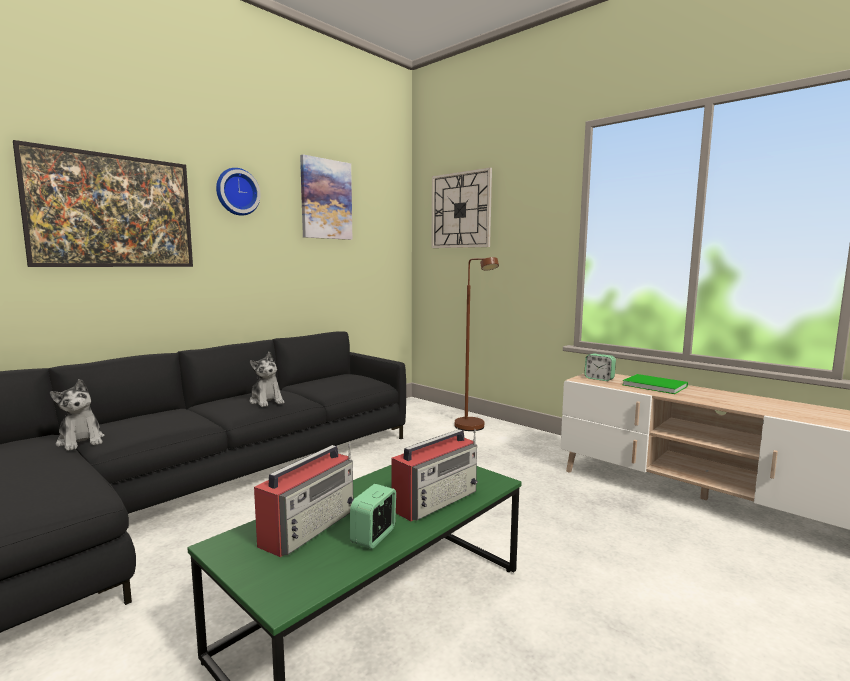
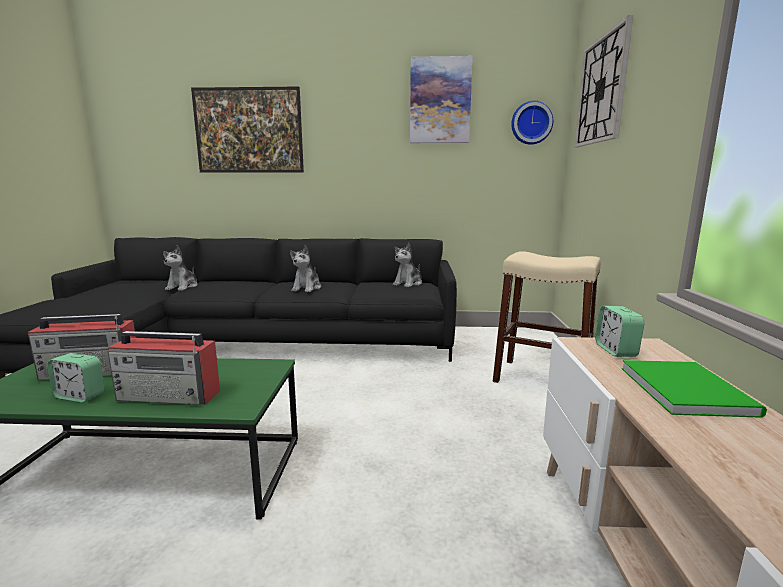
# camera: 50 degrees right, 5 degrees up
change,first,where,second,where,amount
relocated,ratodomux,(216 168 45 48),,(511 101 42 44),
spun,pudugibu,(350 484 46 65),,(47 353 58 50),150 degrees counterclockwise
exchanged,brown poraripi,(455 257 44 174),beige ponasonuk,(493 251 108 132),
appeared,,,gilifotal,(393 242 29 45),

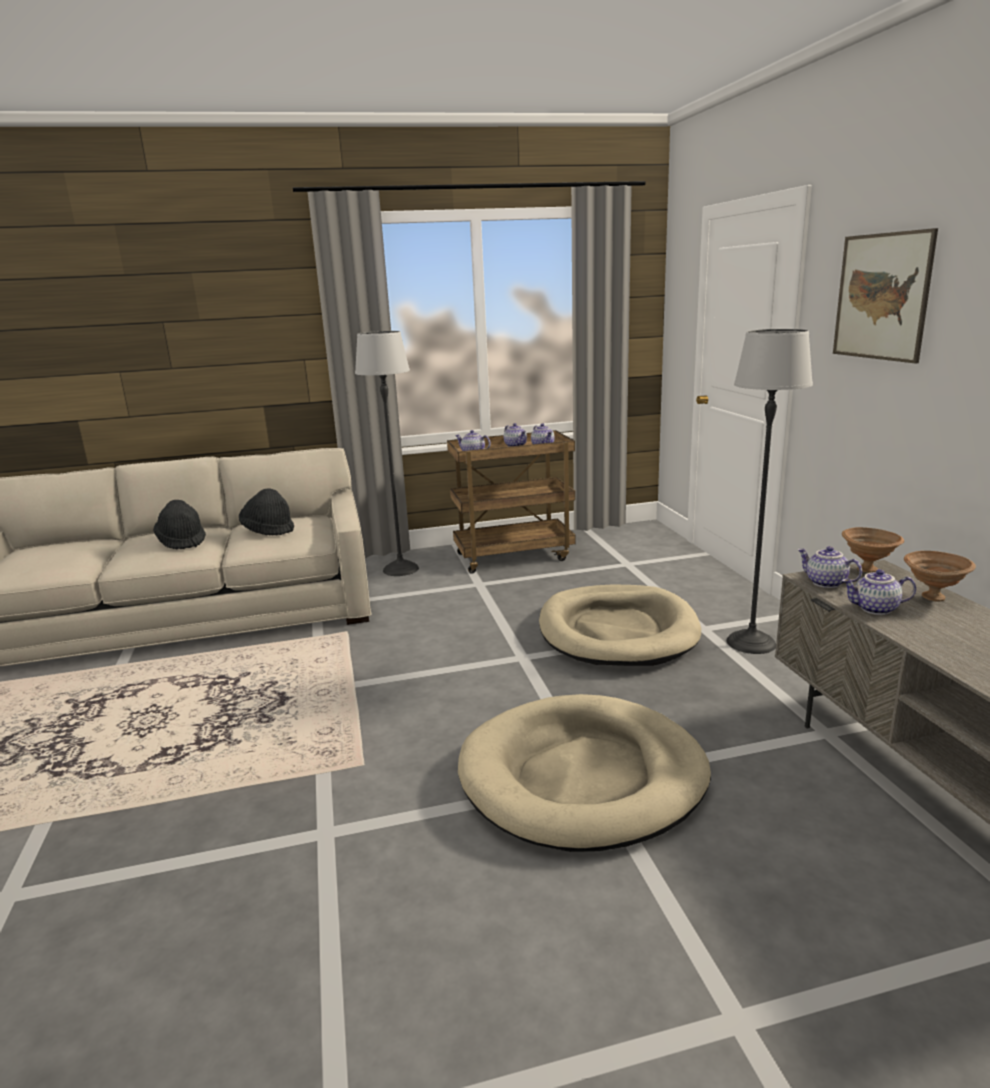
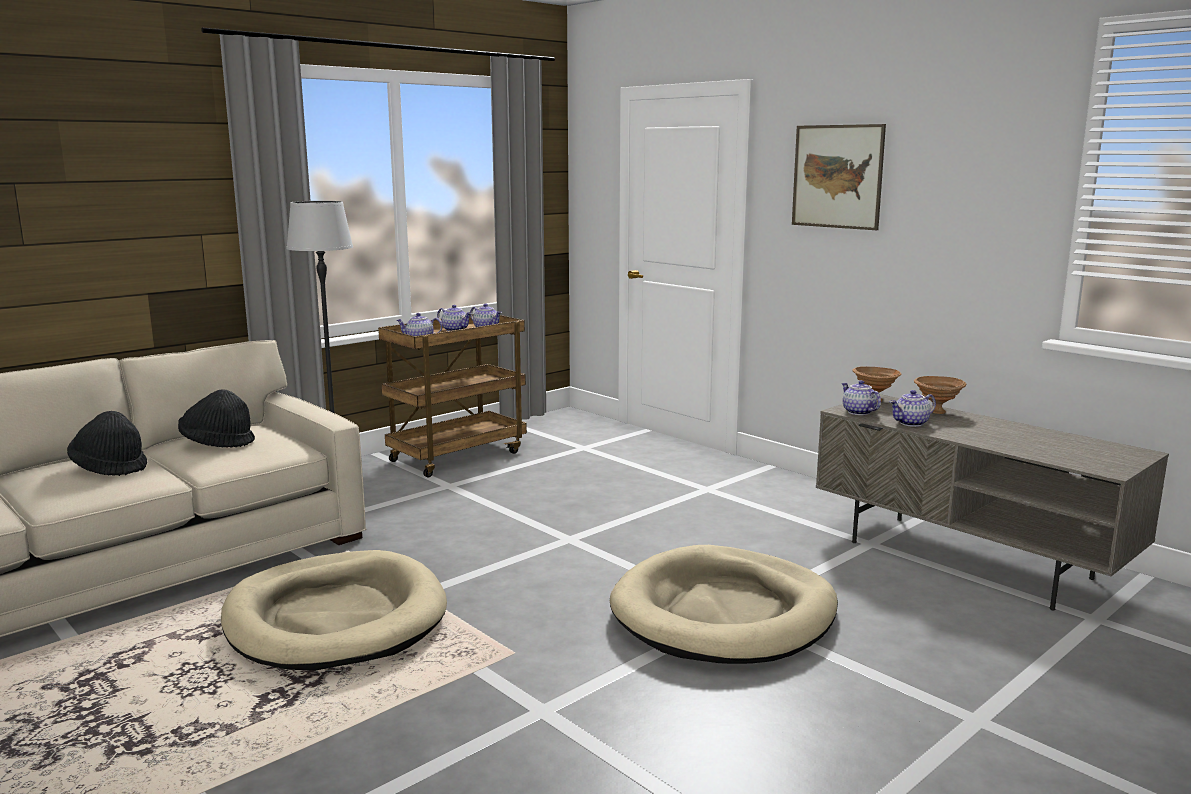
# camera: 30 degrees left, 5 degrees down
change,first,where,second,where,amount
relocated,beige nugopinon,(539 584 162 82),,(221 550 226 120),
missing,poraripi,(727 329 86 325),,,
spun,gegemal,(797 546 65 42),,(841 380 40 35),45 degrees clockwise

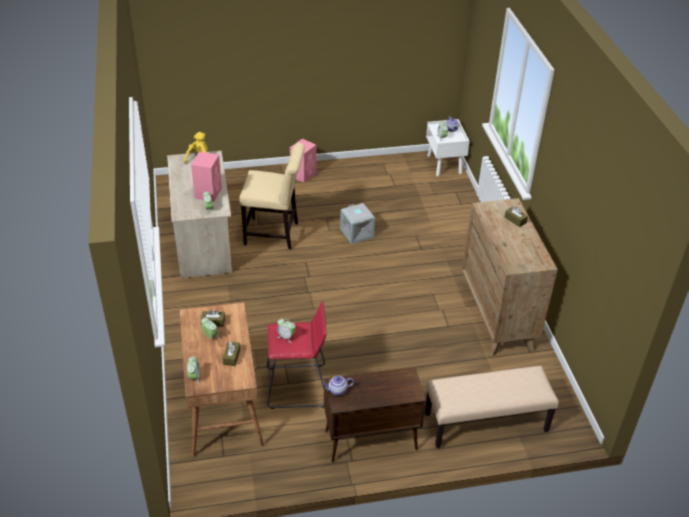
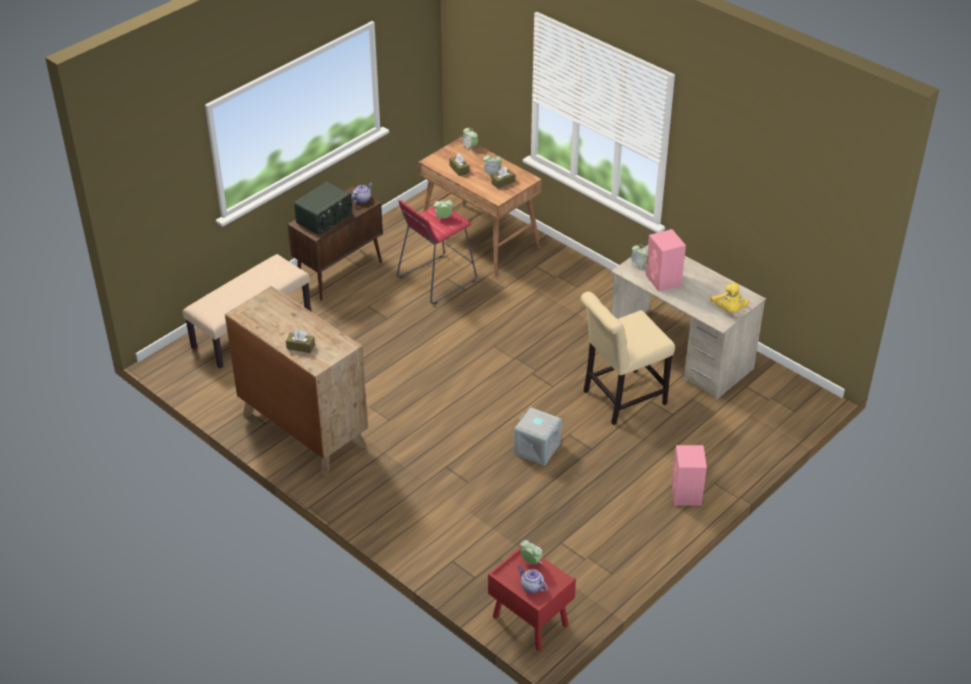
# camera: 145 degrees right, 0 degrees up
change,first,where,second,where,amount
colour,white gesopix,(426 119 44 57),red gesopix,(488 547 88 104),
appeared,,,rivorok,(294 182 59 54),

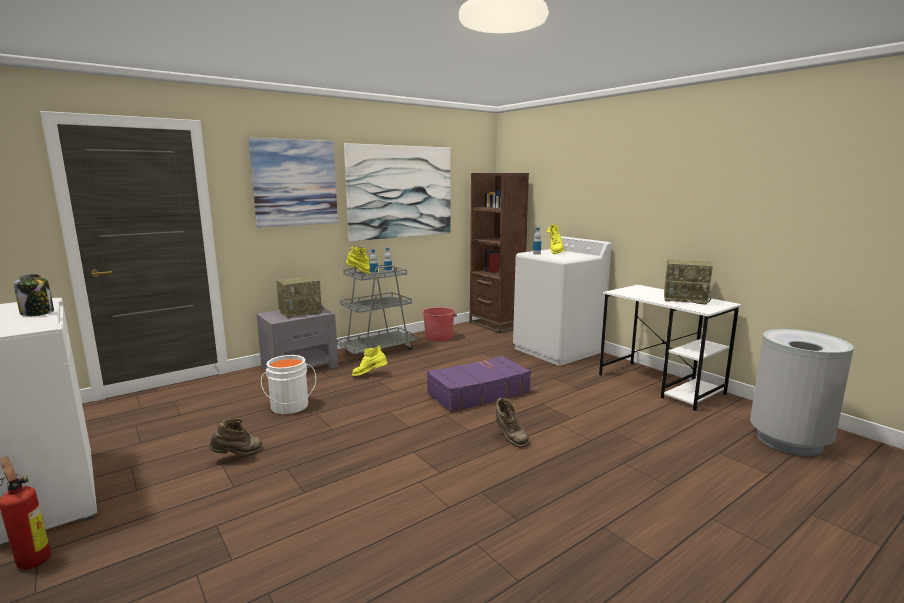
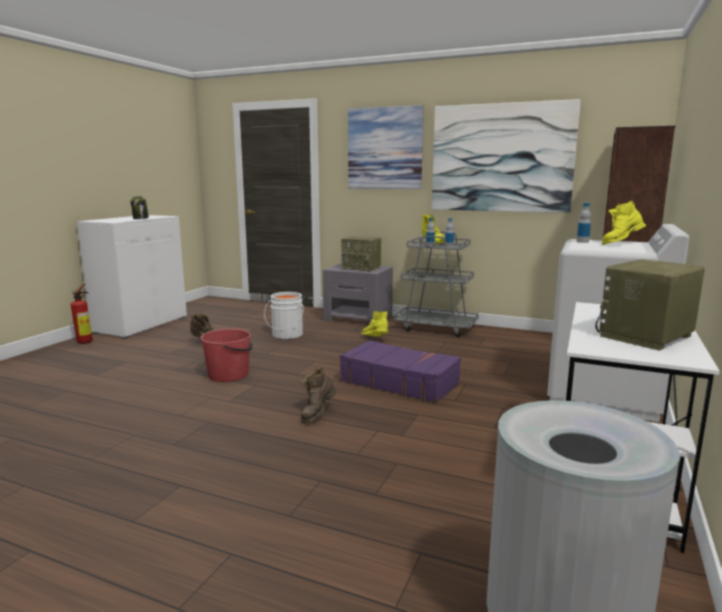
# camera: 60 degrees right, 0 degrees up
change,first,where,second,where,amount
relocated,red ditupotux,(422 307 35 34),,(200 329 53 53),
spun,rivorok,(664 259 49 46),,(595 259 110 92),60 degrees clockwise

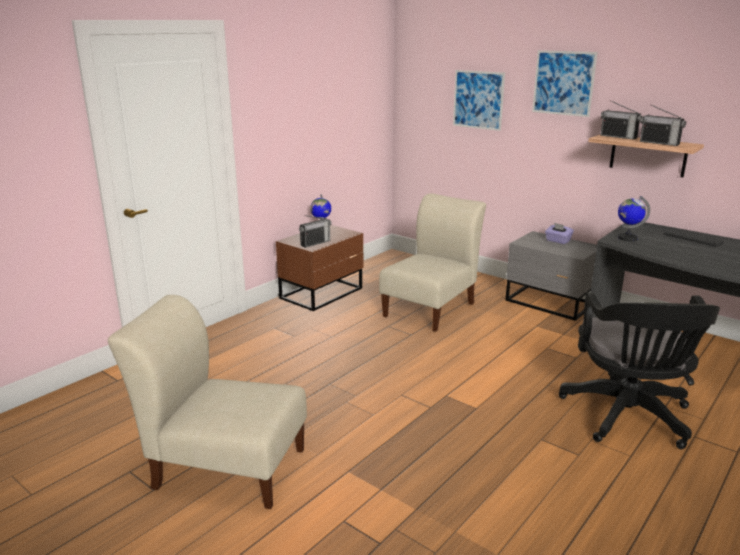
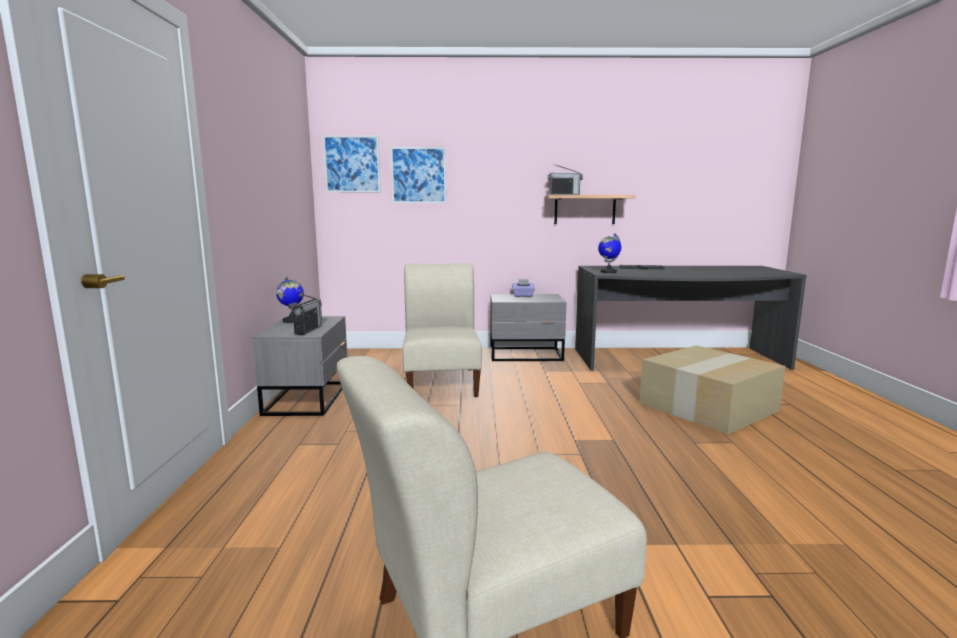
# camera: 40 degrees left, 10 degrees down
change,first,where,second,where,amount
colour,brown gesopix,(276 225 87 86),grey gesopix,(252 316 95 100),
relocated,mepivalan,(532 50 65 67),,(323 136 58 56),
exchanged,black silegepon,(559 292 161 157),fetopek,(640 345 145 90),
missing,rivorok,(640 106 46 40),,,

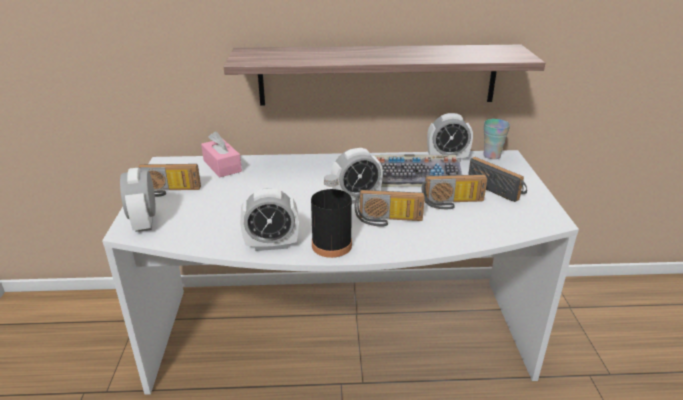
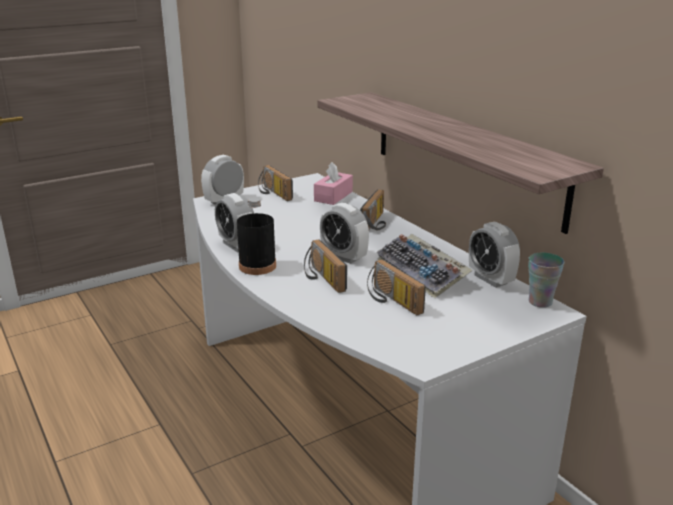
# camera: 60 degrees right, 5 degrees down
change,first,where,second,where,amount
relocated,rivorok,(468 157 59 45),,(360 189 26 41),

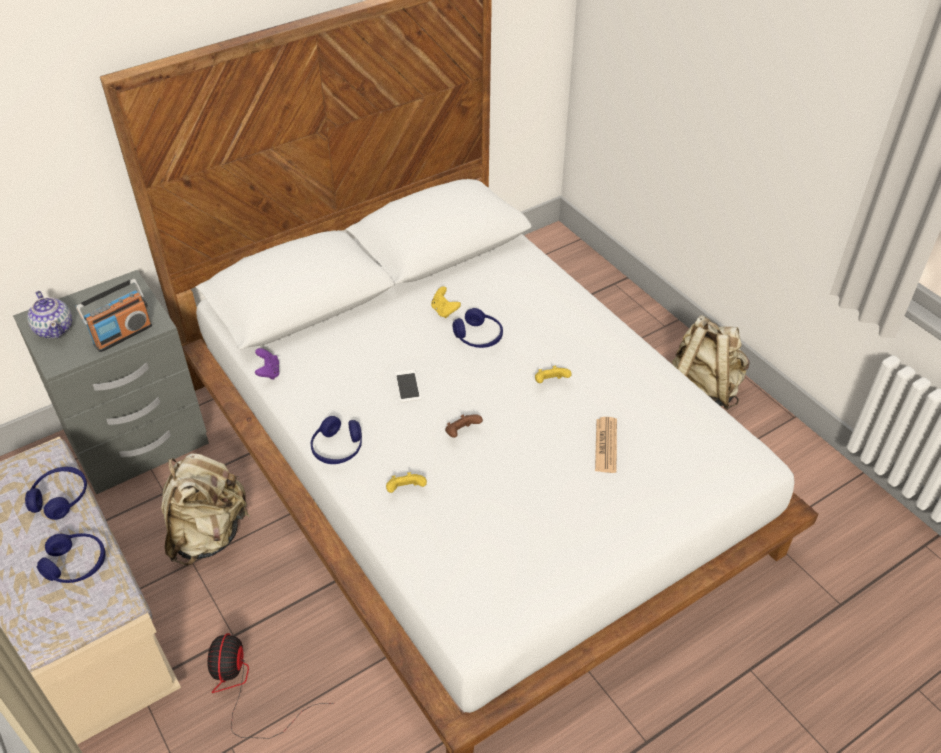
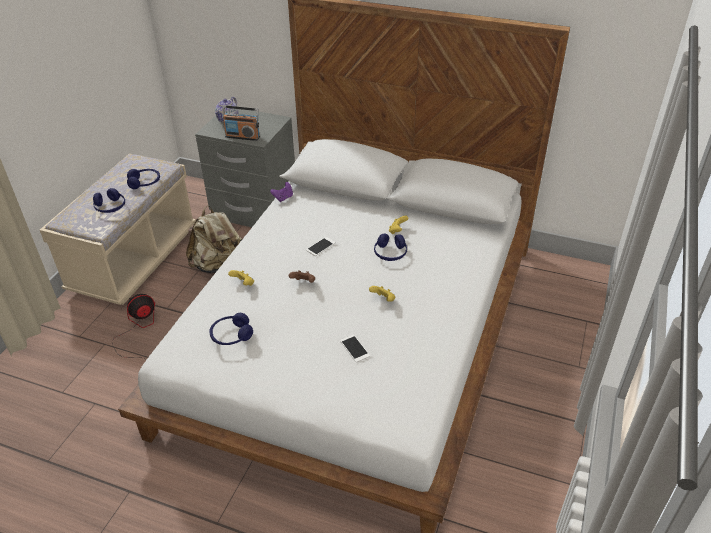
# camera: 55 degrees right, 5 degrees down
change,first,where,second,where,amount
relocated,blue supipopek,(311 416 51 48),,(209 313 44 32),
exchanged,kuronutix,(595 417 22 56),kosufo,(340 335 30 27),
missing,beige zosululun,(672 315 78 95),,,

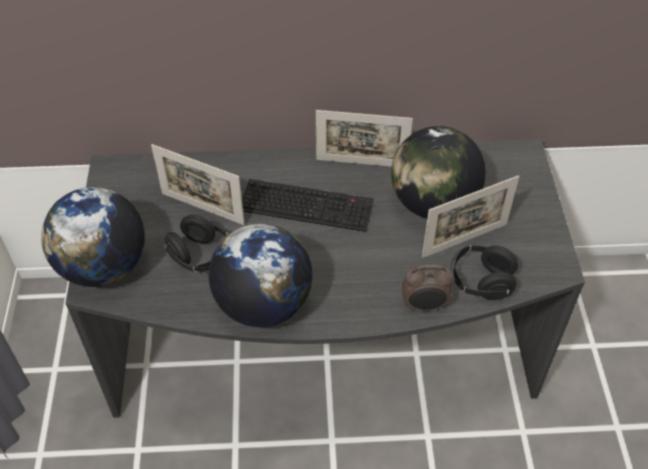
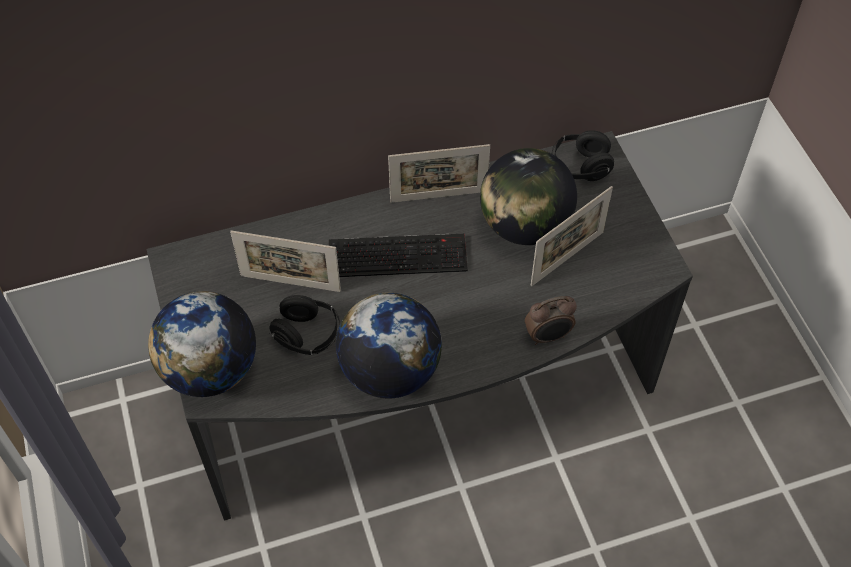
# camera: 15 degrees left, 5 degrees up
change,first,where,second,where,amount
relocated,black supipopek,(451 245 67 55),,(552 130 62 51),

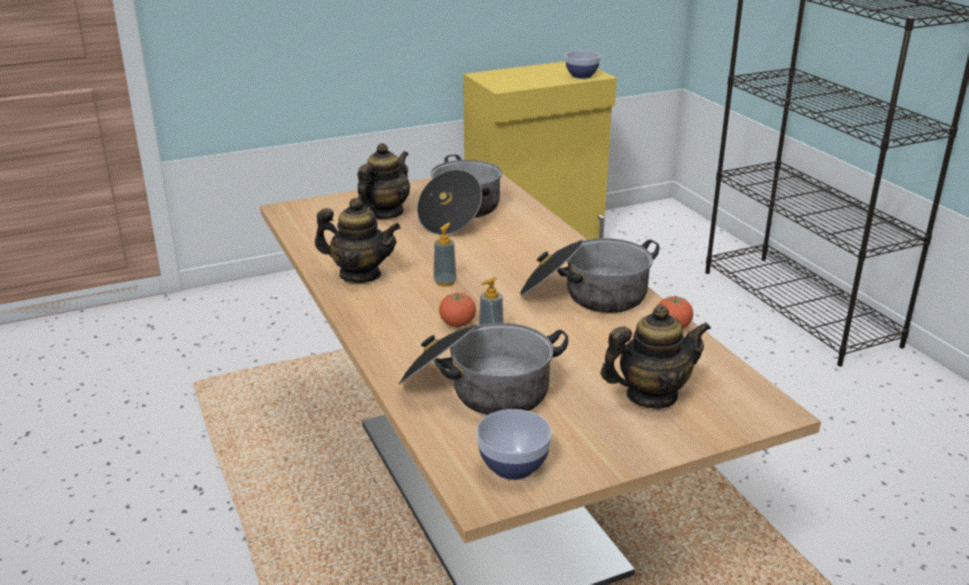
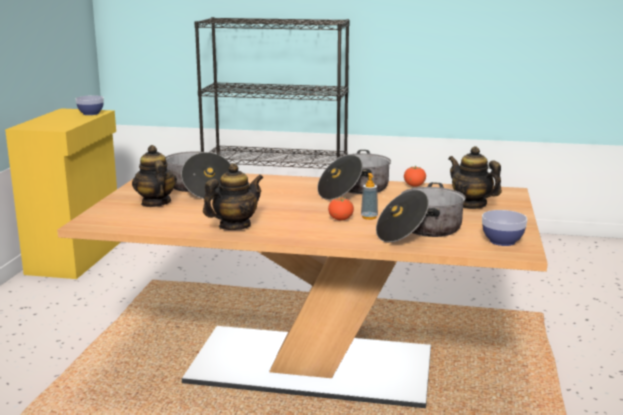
# camera: 55 degrees left, 10 degrees down
change,first,where,second,where,amount
missing,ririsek,(433 223 24 64),,,
spun,gegemal,(600 304 111 105),,(448 146 54 63),60 degrees counterclockwise

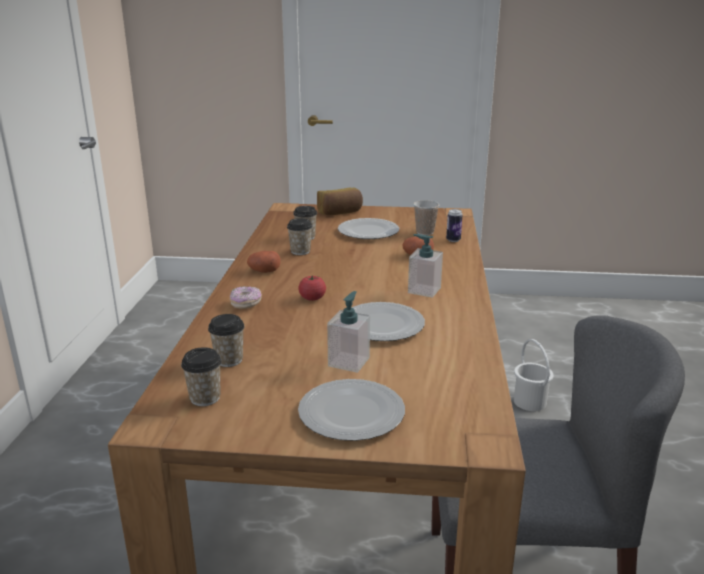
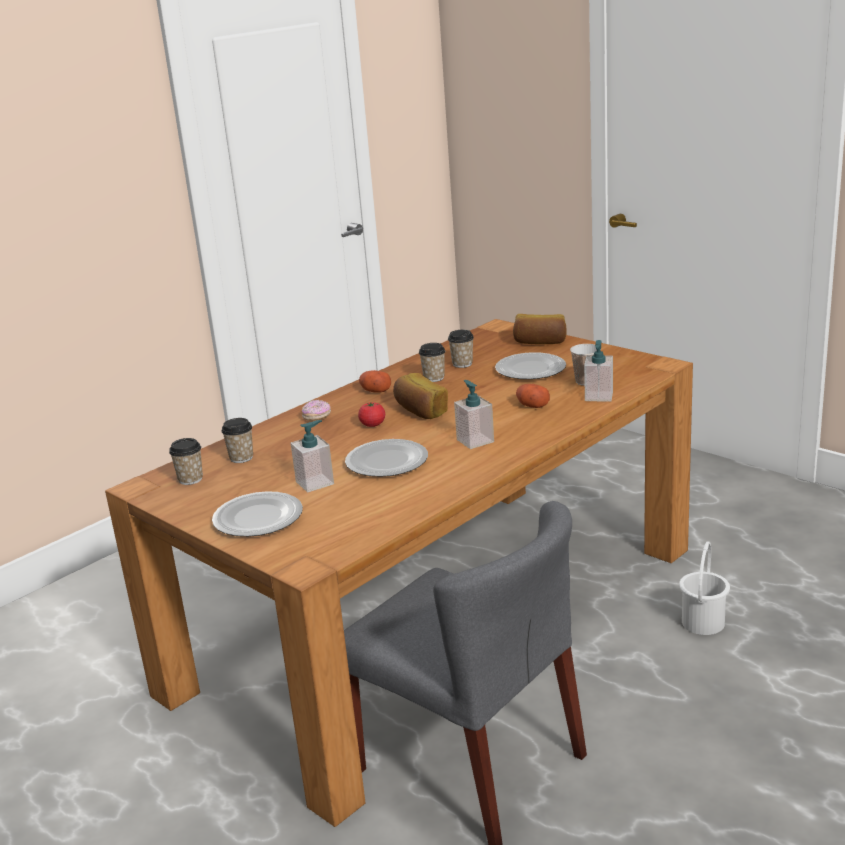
# camera: 40 degrees right, 0 degrees up
change,first,where,second,where,amount
exchanged,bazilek,(446 209 17 33),ririsek,(584 340 29 62),
appeared,,,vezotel,(393 373 55 46),

